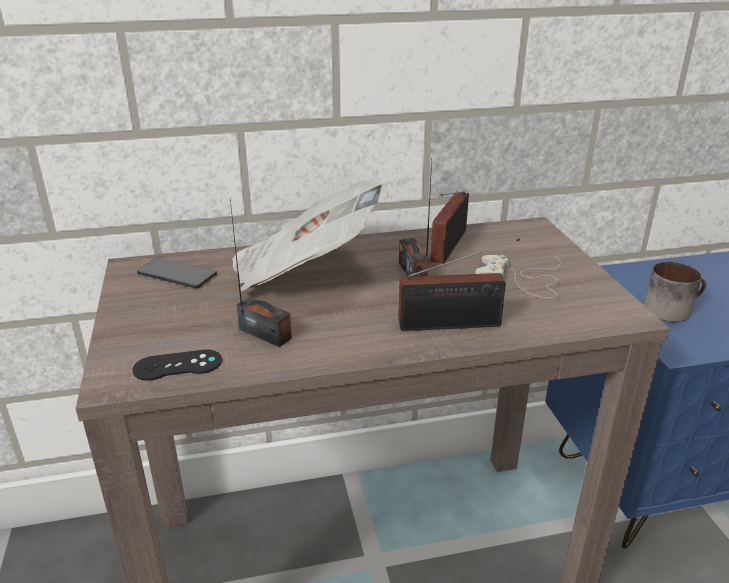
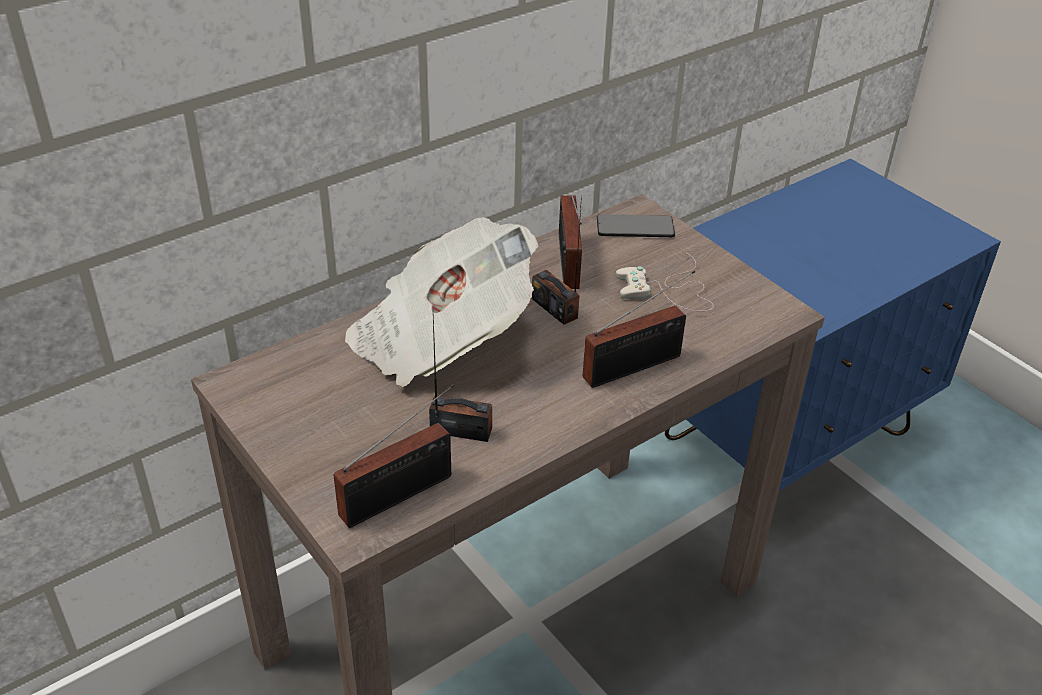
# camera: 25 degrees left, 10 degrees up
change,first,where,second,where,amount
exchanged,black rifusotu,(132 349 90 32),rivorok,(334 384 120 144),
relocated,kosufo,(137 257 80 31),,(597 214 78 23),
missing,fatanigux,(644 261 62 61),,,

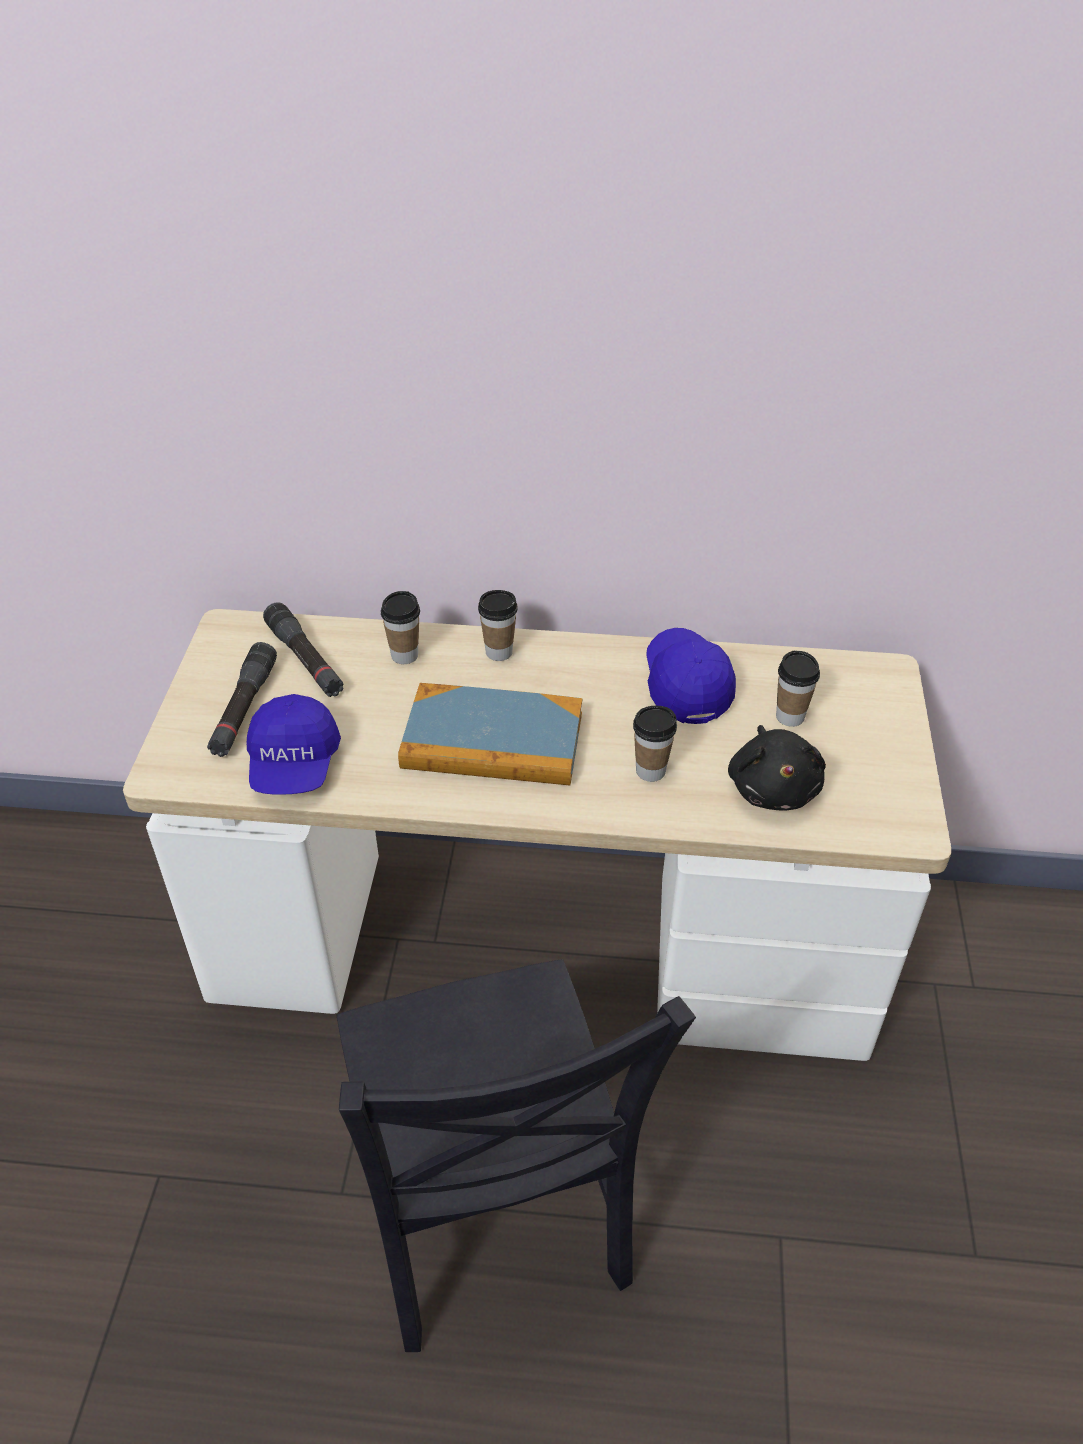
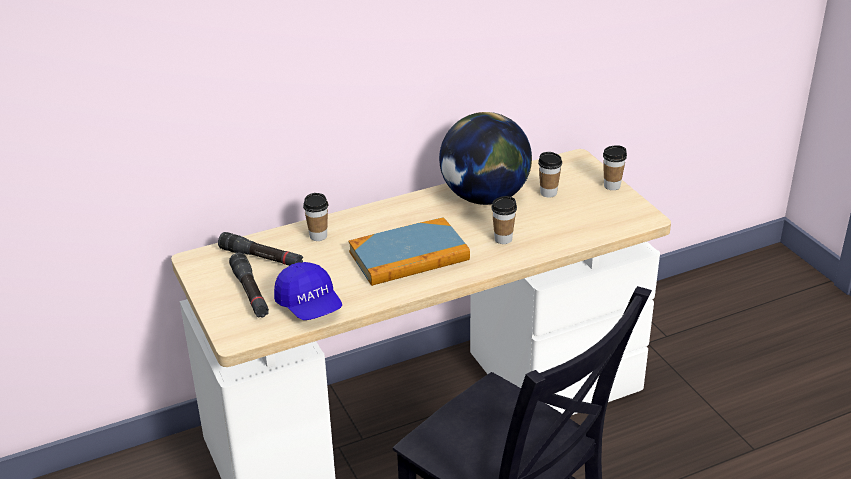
# camera: 30 degrees left, 10 degrees down
change,first,where,second,where,amount
relocated,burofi,(478 590 40 71),,(603 145 24 45),
exchanged,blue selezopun,(646 628 90 96),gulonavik,(439 112 93 93),
missing,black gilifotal,(728 725 98 86),,,

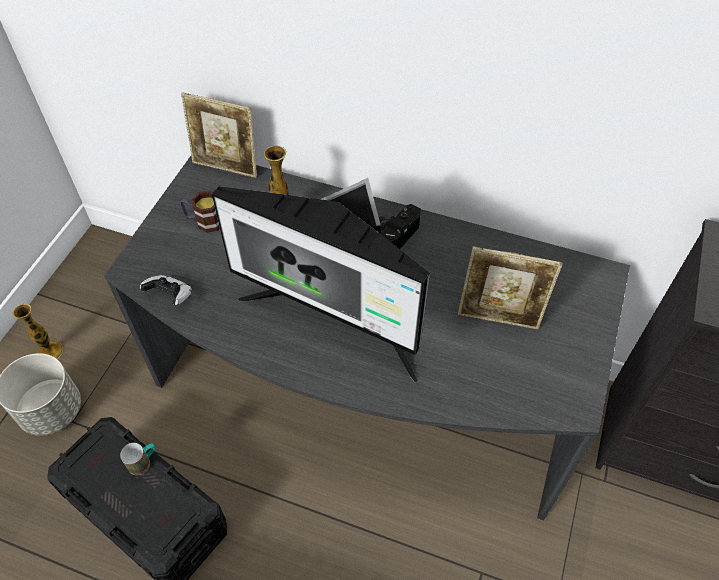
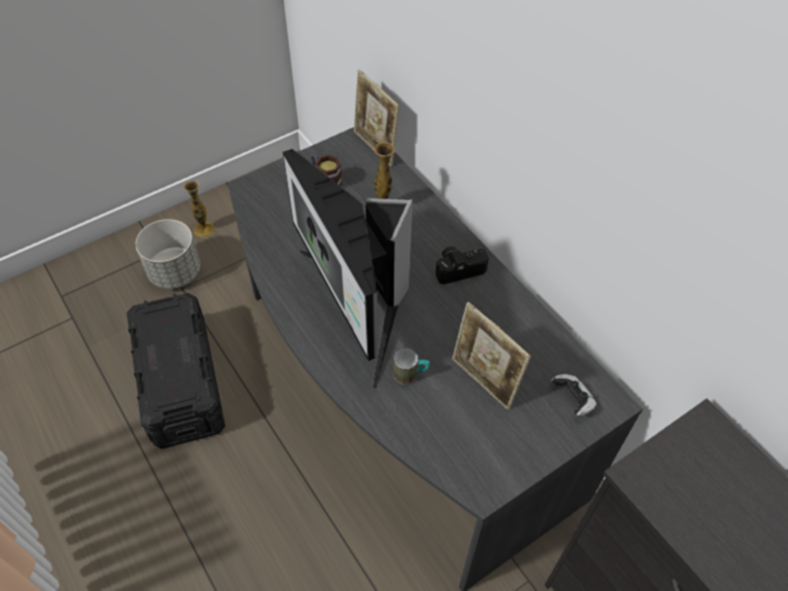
# camera: 35 degrees right, 0 degrees up
change,first,where,second,where,amount
relocated,fatanigux,(120 443 36 32),,(393 348 36 37),
relocated,rifusotu,(140 275 52 30),,(551 374 46 42),

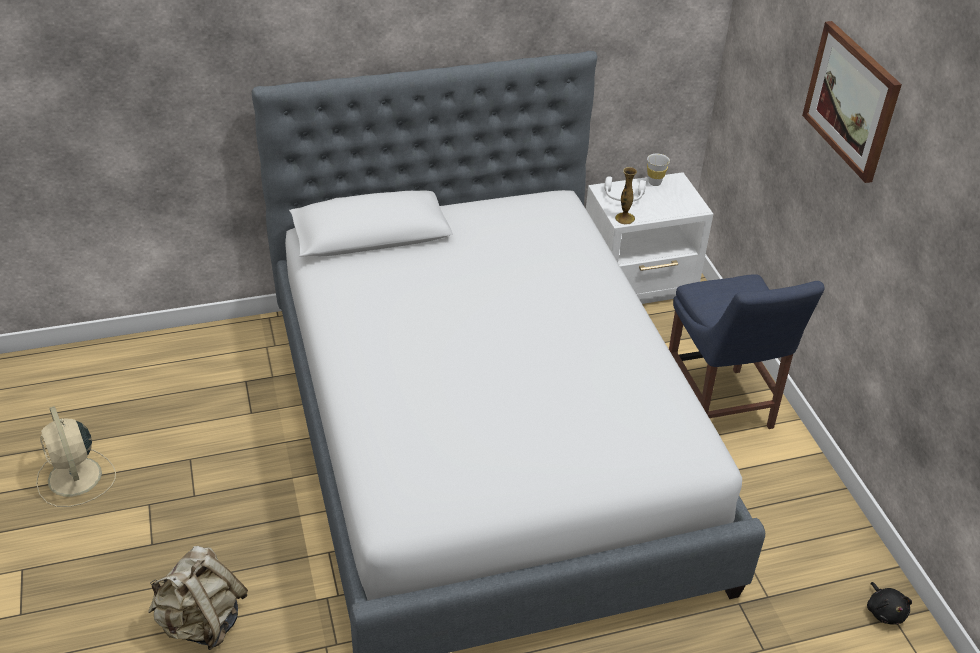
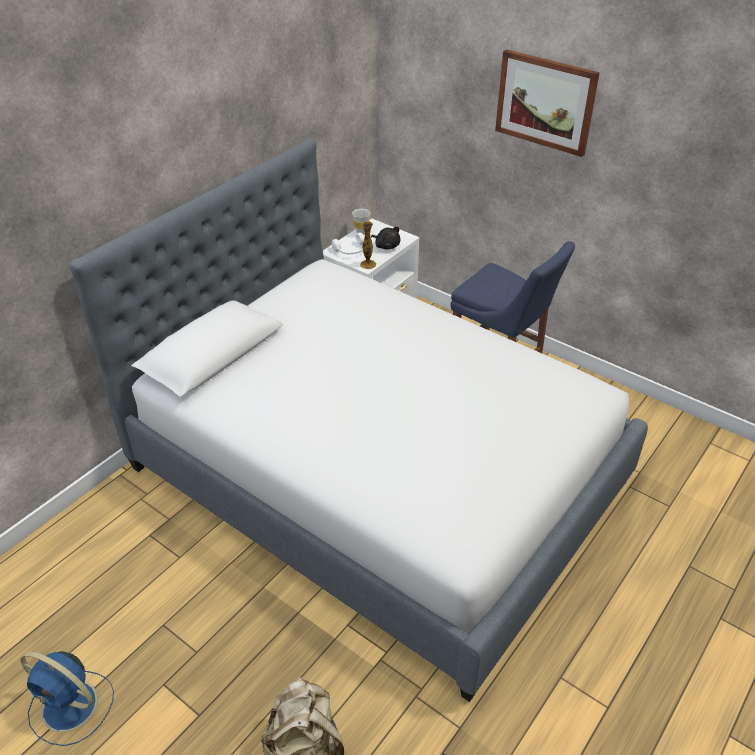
# camera: 35 degrees left, 0 degrees up
change,first,where,second,where,amount
colour,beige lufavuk,(36 406 80 101),blue lufavuk,(21 651 93 95),
relocated,black gilifotal,(867 582 45 43),,(371 227 29 23),

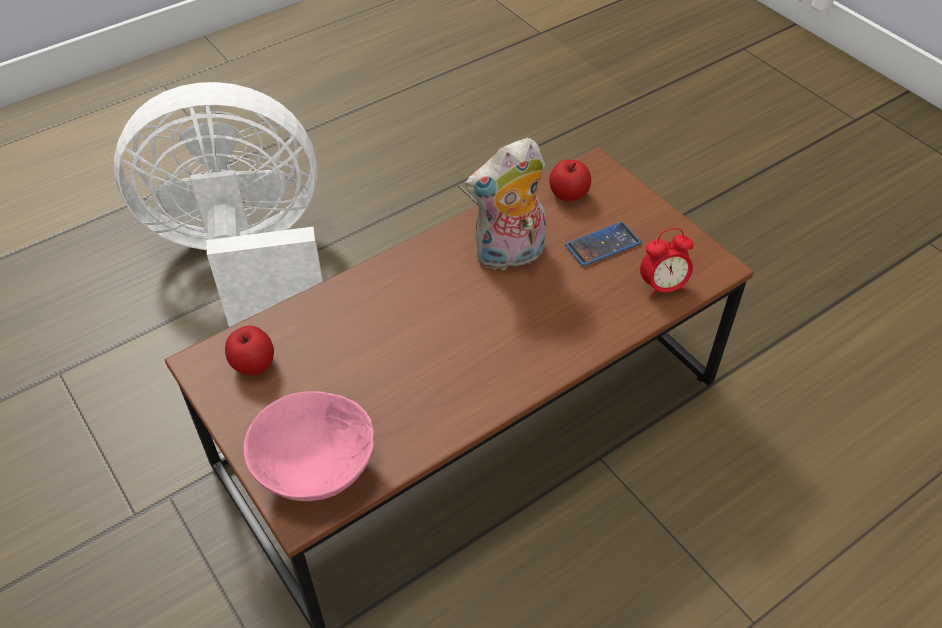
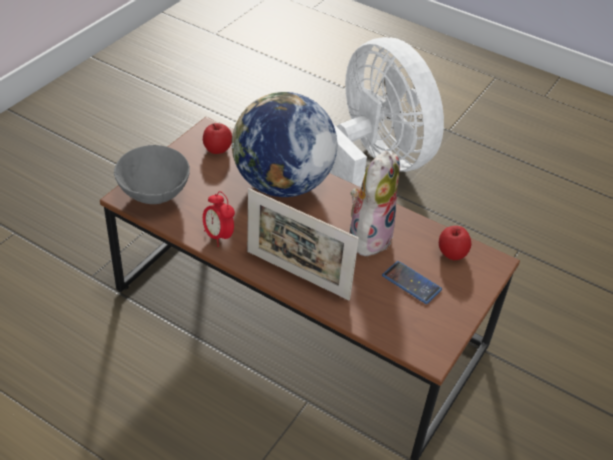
# camera: 65 degrees right, 5 degrees down
change,first,where,second,where,amount
colour,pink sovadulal,(243 391 131 110),grey sovadulal,(114 145 76 59),
spun,gilifotal,(465 138 81 133),,(350 151 50 105),75 degrees clockwise
relocated,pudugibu,(640 228 54 70),,(203 191 32 56),
appeared,,,gulonavik,(232 92 105 105),
appeared,,,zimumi,(247 188 112 112),

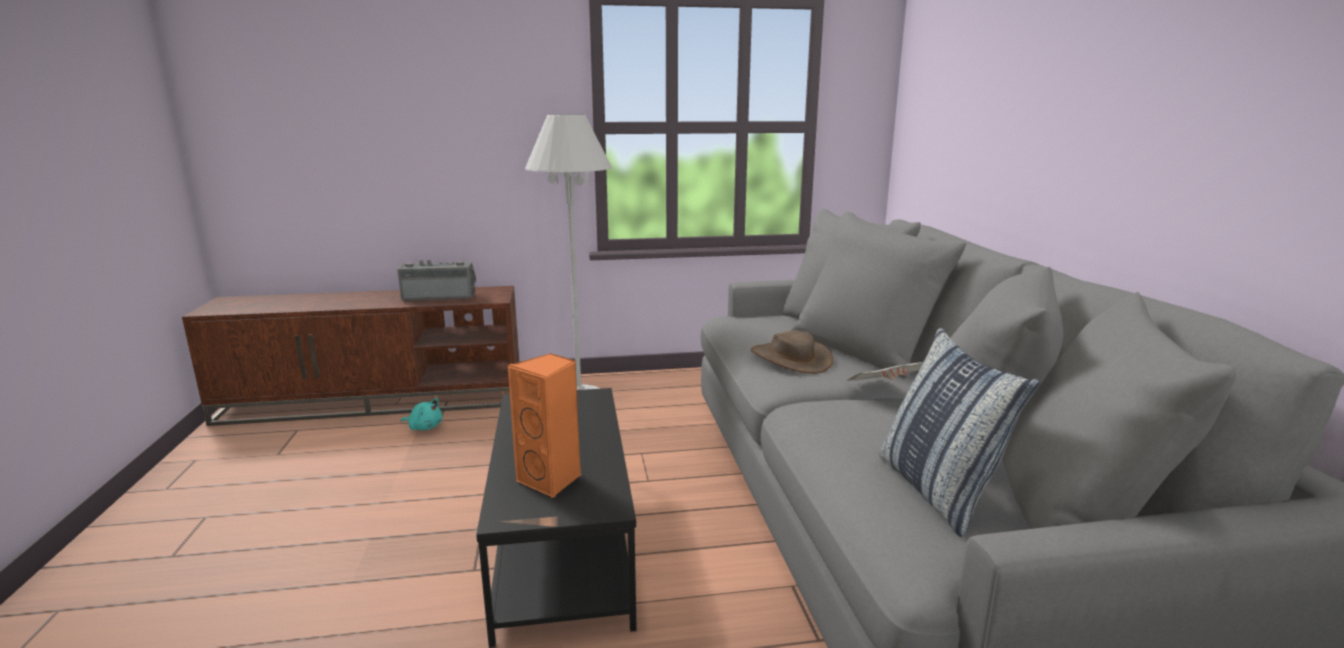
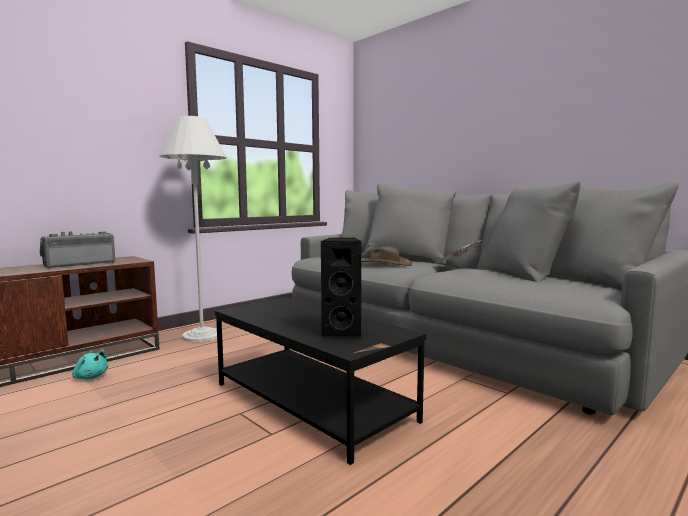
# camera: 35 degrees left, 10 degrees down
change,first,where,second,where,amount
spun,turquoise gilifotal,(401 398 41 32),,(72 350 36 29),45 degrees clockwise
colour,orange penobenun,(508 353 73 145),black penobenun,(321 238 41 100),
missing,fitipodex,(879 327 161 210),,,

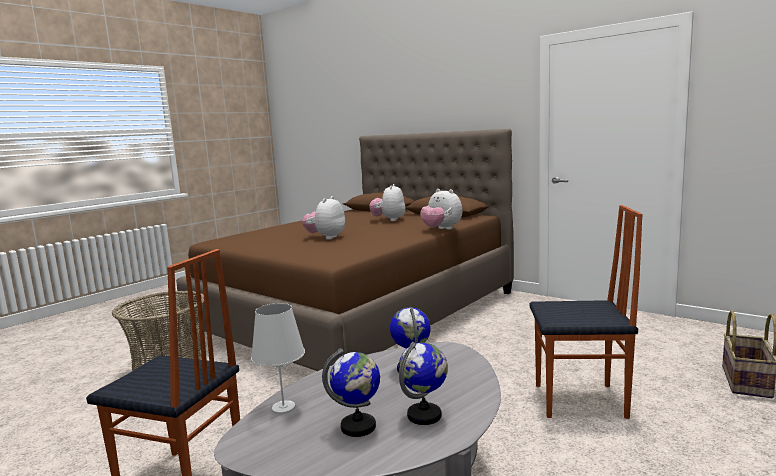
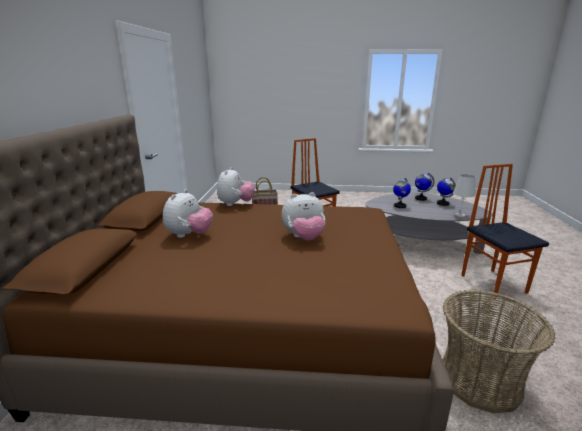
# camera: 125 degrees left, 10 degrees up
change,first,where,second,where,amount
spun,gilifotal,(369 184 36 37),,(163 189 50 49),45 degrees counterclockwise

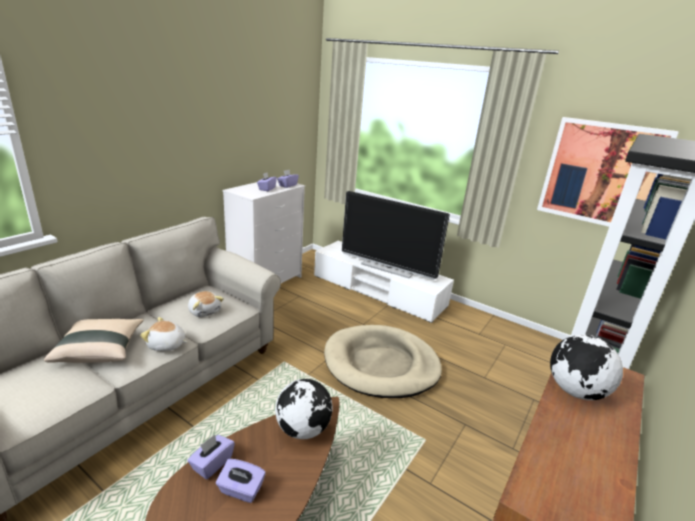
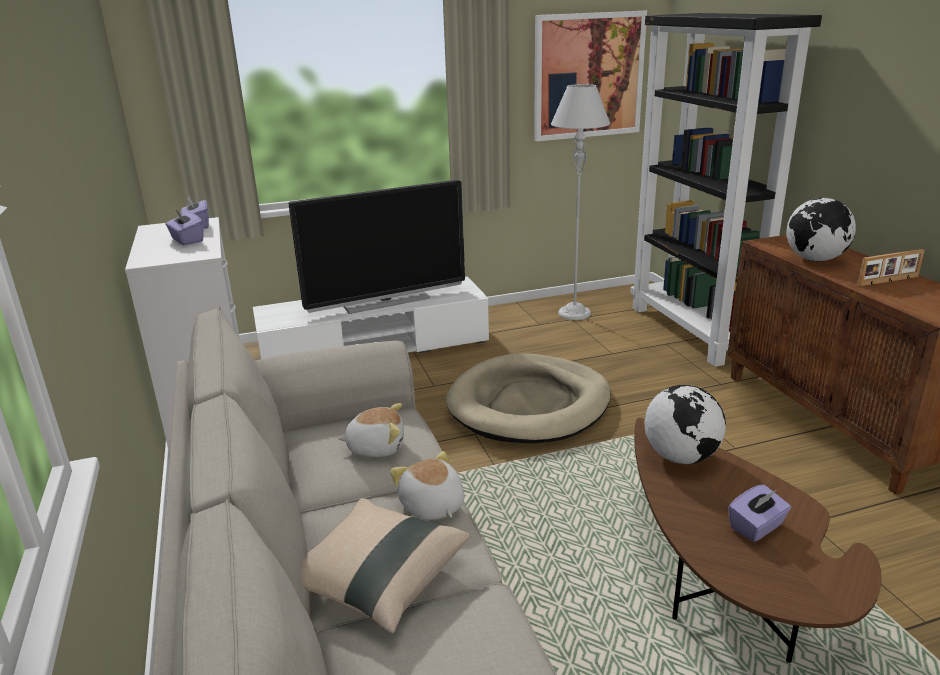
# camera: 50 degrees left, 0 degrees up
change,first,where,second,where,amount
spun,gilifotal,(140 317 47 34),,(390 451 74 69),105 degrees clockwise
missing,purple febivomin,(187 434 48 45),,,
appeared,,,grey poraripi,(551 84 59 236),
appeared,,,zimumi,(858 249 67 37),

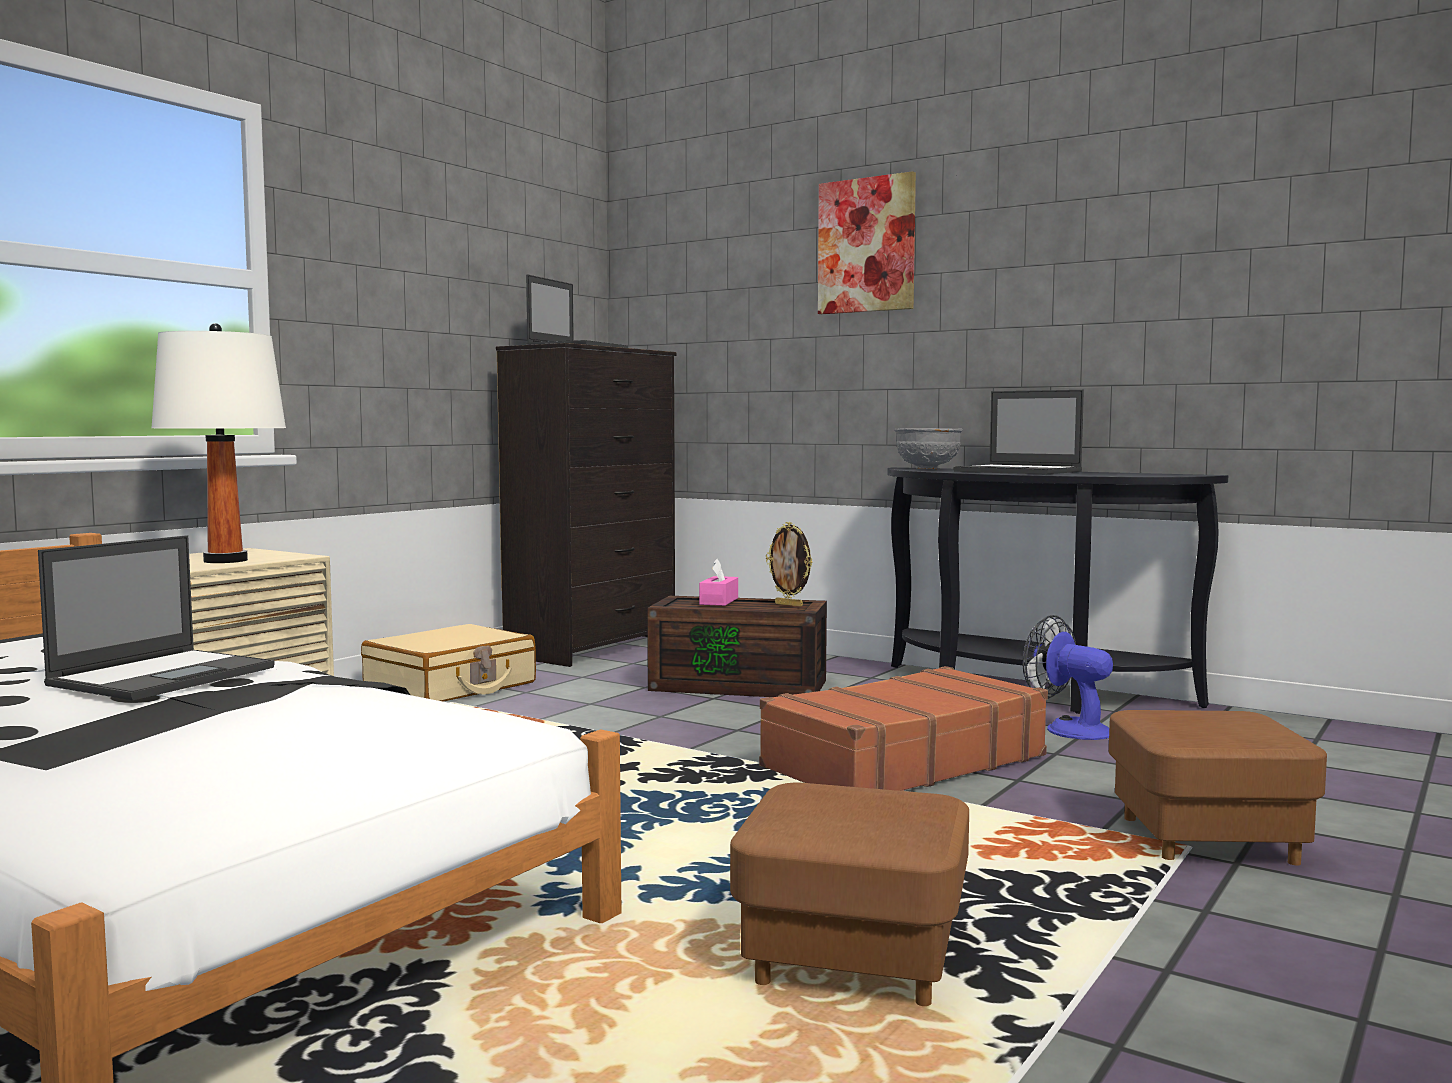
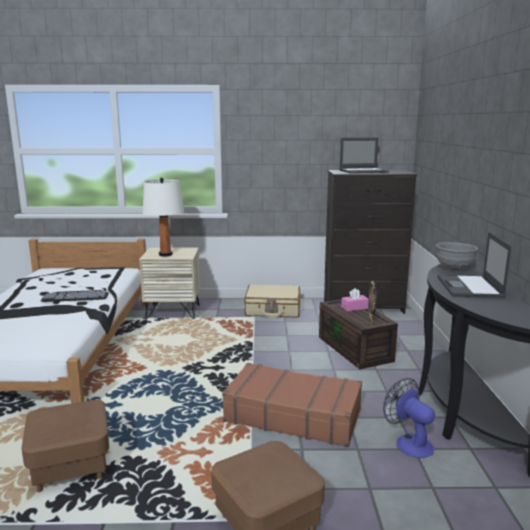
# camera: 55 degrees right, 10 degrees up
change,first,where,second,where,amount
exchanged,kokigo,(38 535 237 165),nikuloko,(40 290 69 12),
missing,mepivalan,(818 171 98 143),,,
spun,lufavuk,(1022 615 91 125),,(383 378 52 80),45 degrees counterclockwise

